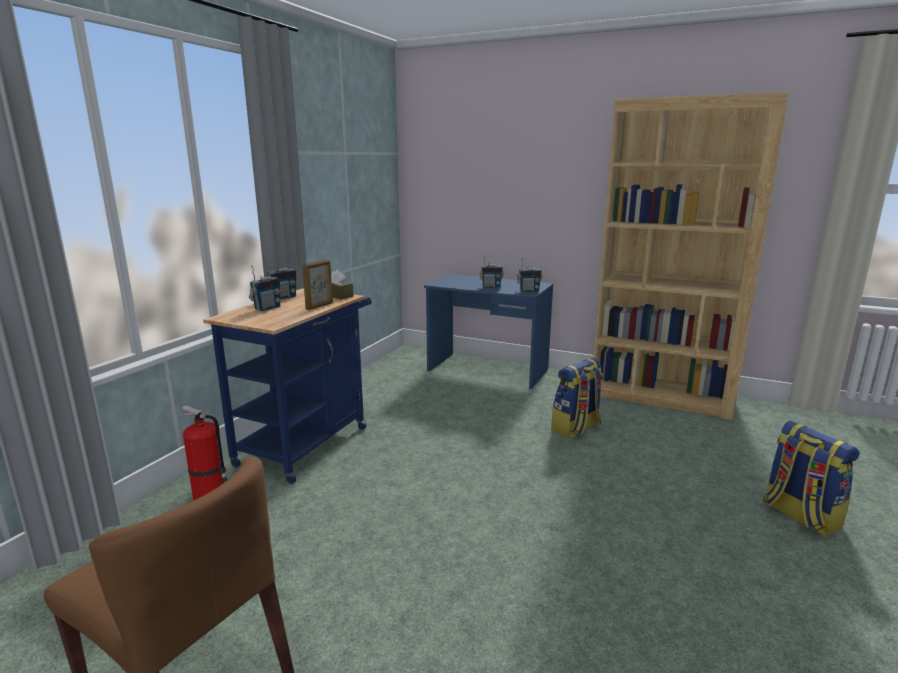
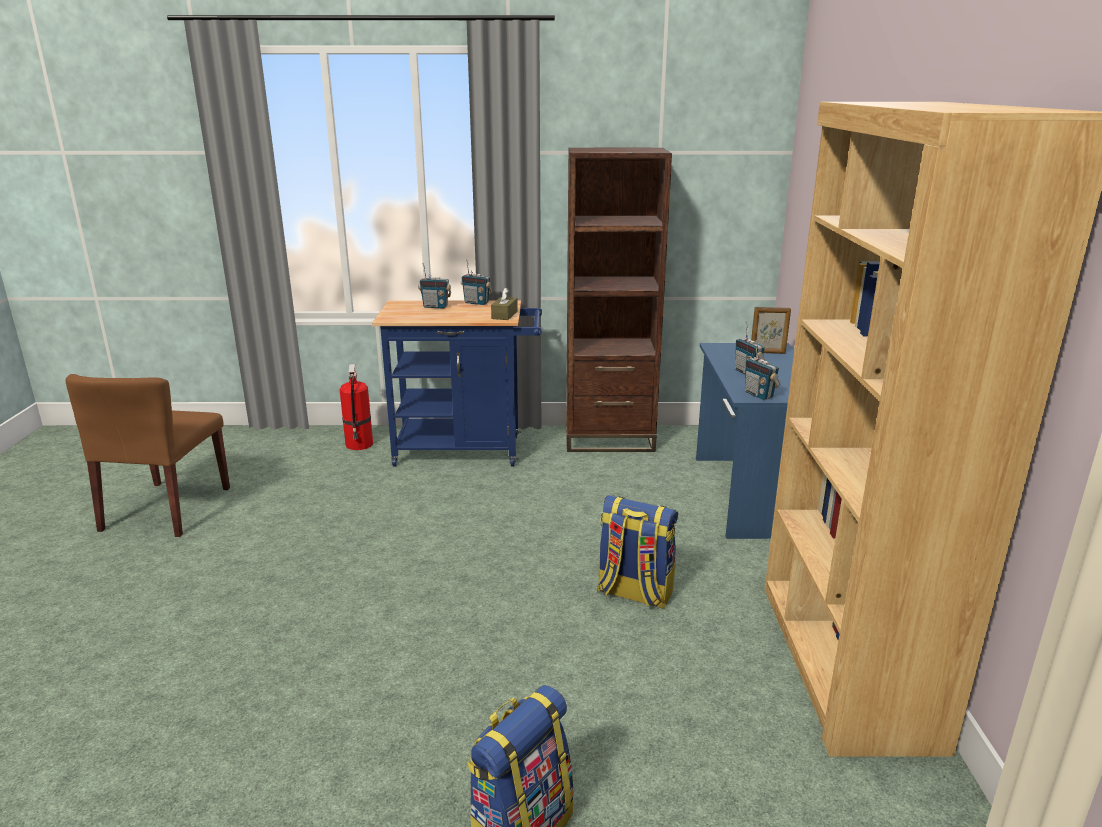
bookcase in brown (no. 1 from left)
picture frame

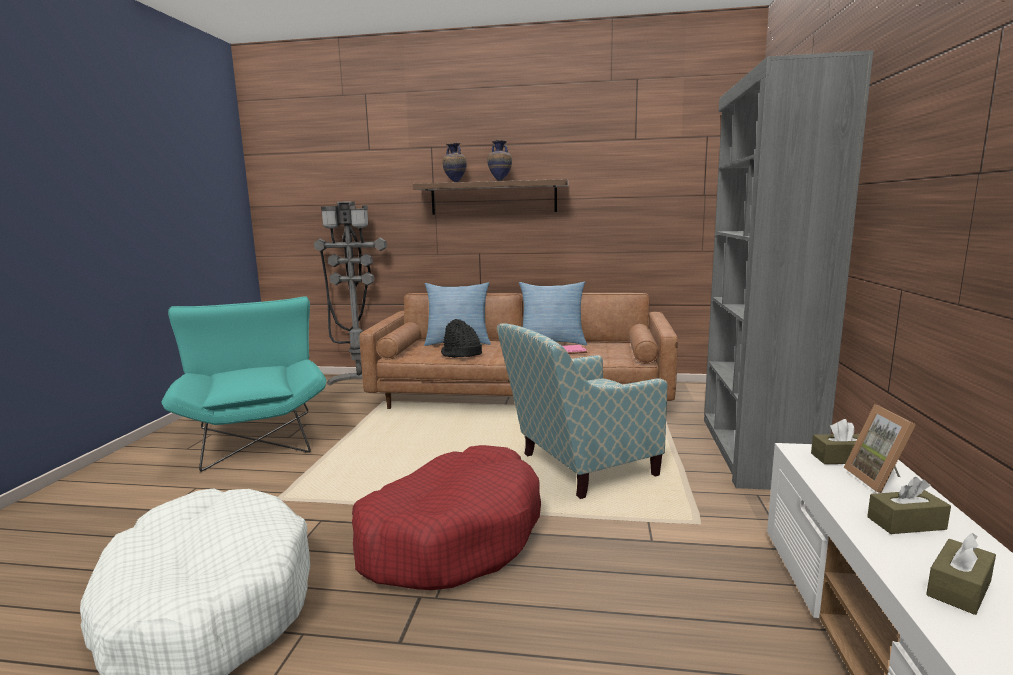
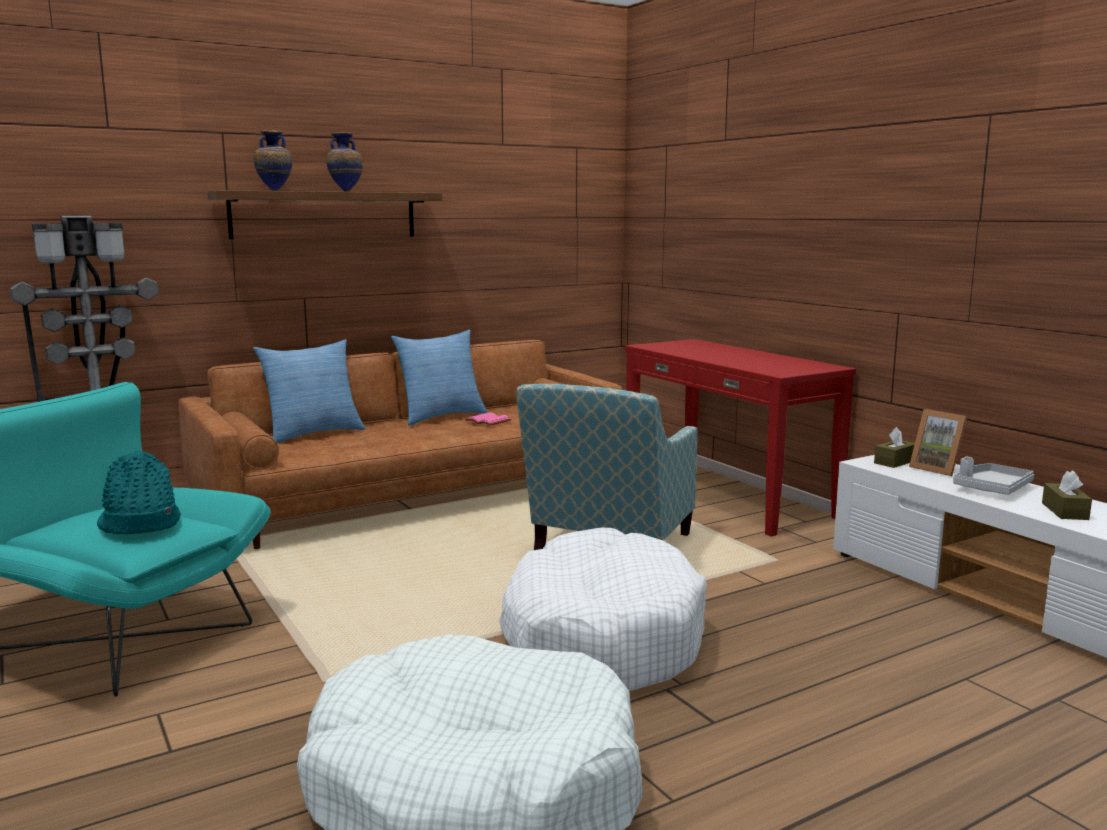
hat in turquoise
dog bed in white (no. 2 from left)
console table in red
tray in grey
hat in black

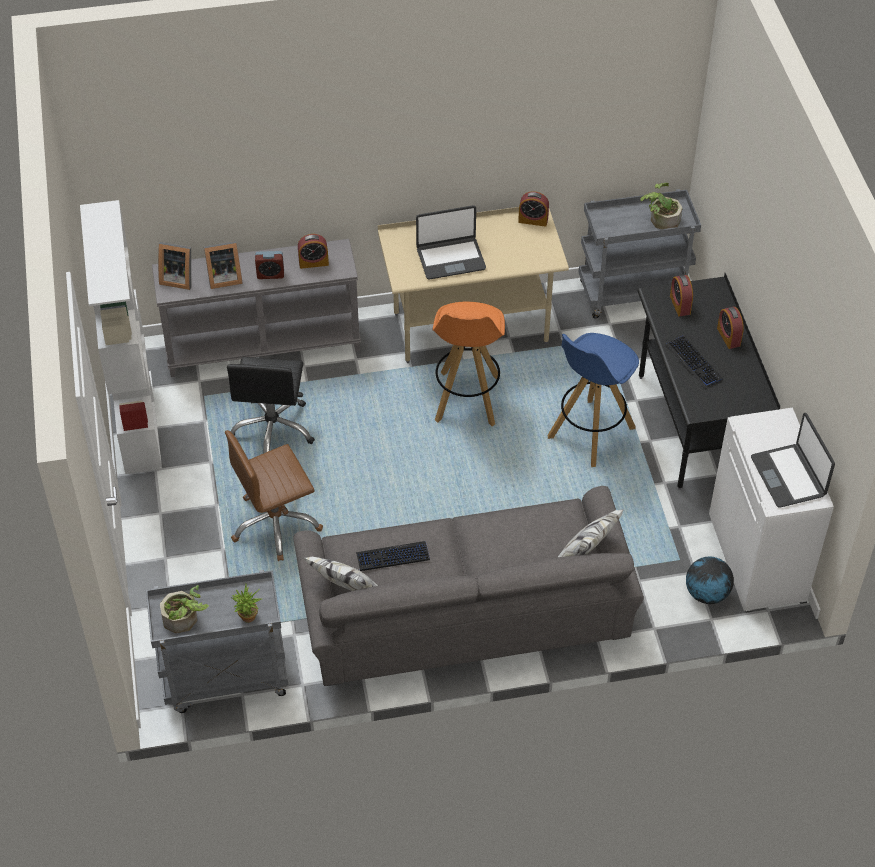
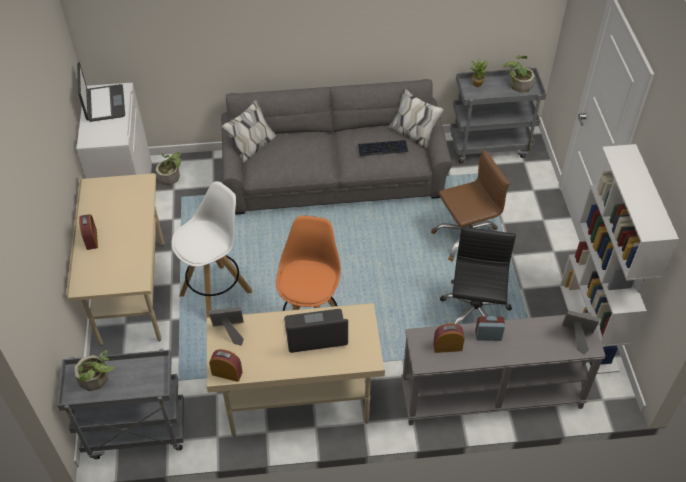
desk in beige (no. 1 from left)
potted plant (no. 2 from left)
stool in white
picture frame (no. 1 from left)
keyboard (no. 2 from left in the first image)
alarm clock (no. 4 from left in the first image)

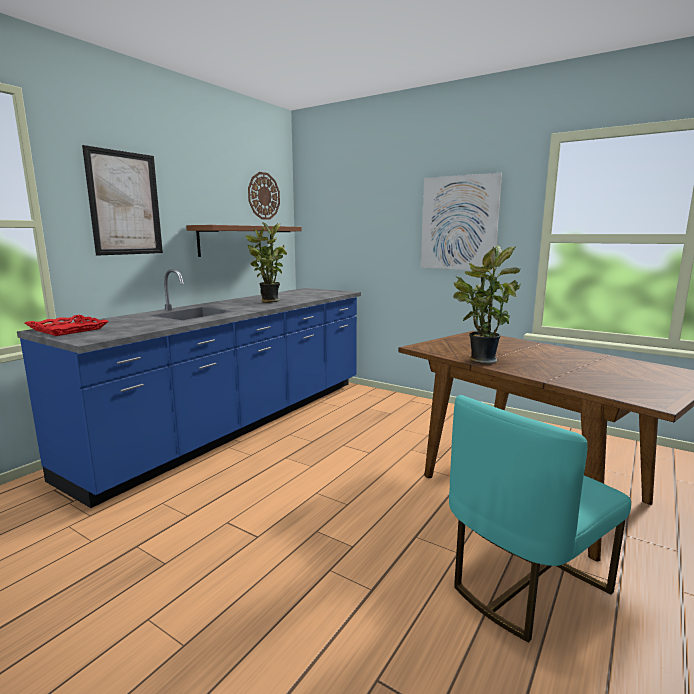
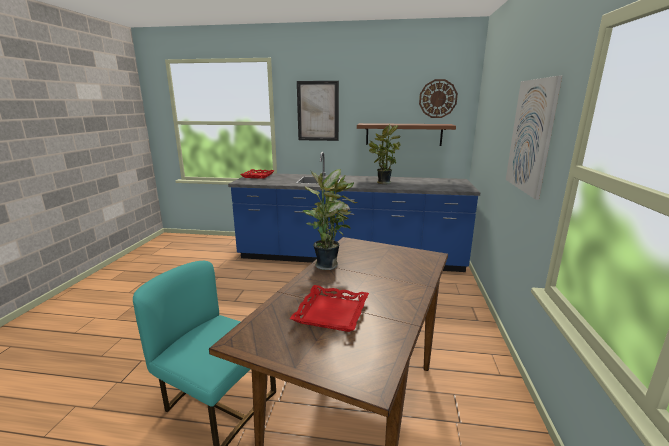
tray in red (no. 2 from left)

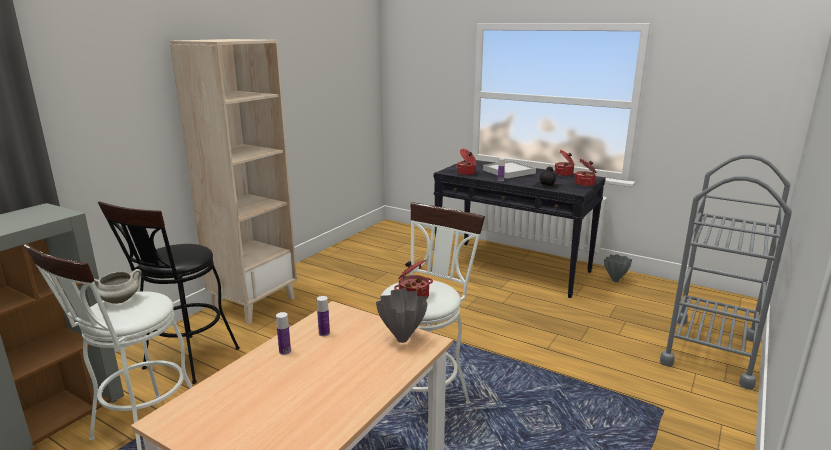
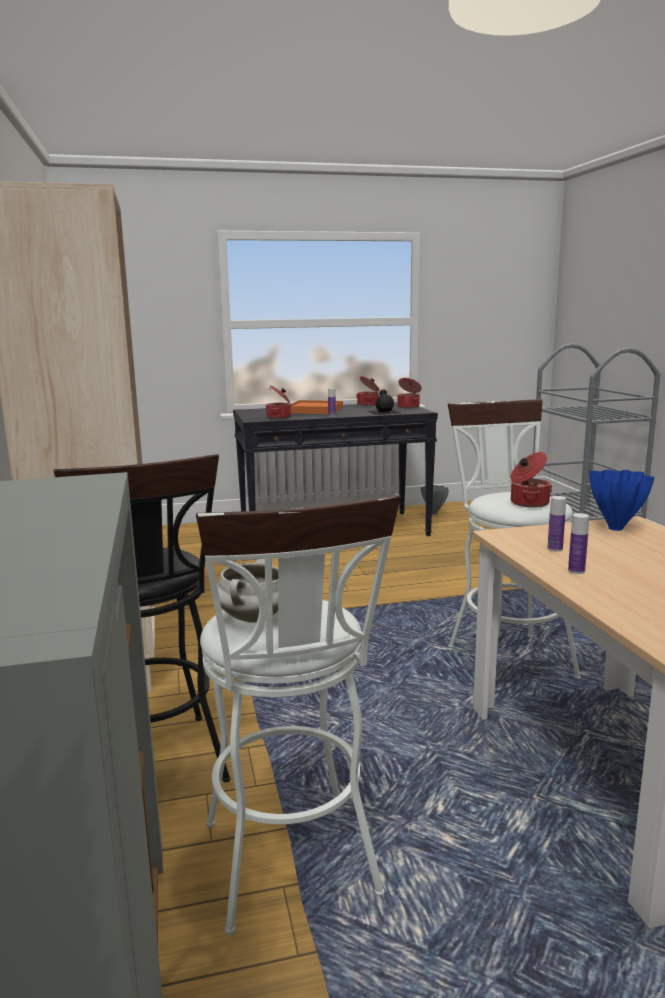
tray in orange
vase in blue

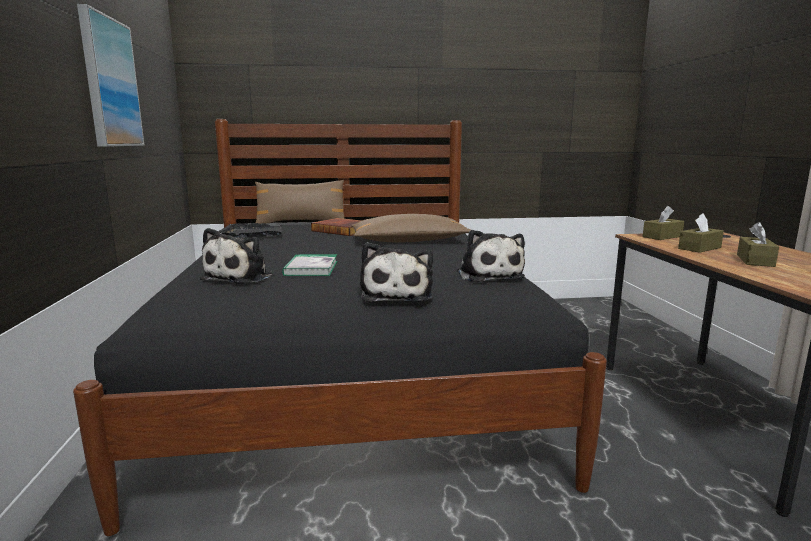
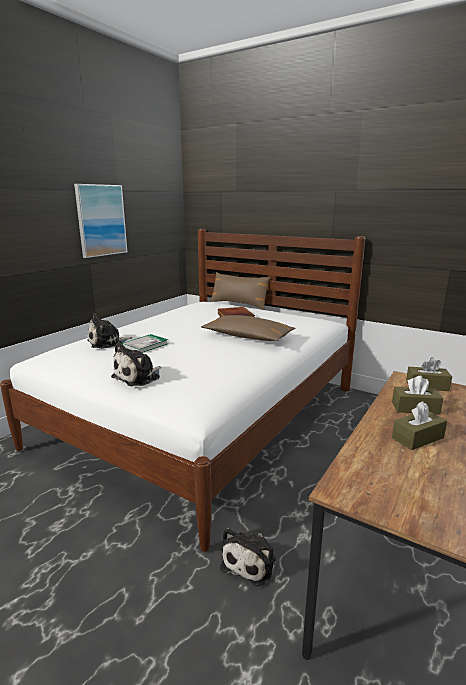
bed in white
plush toy (no. 3 from left)
tray in black

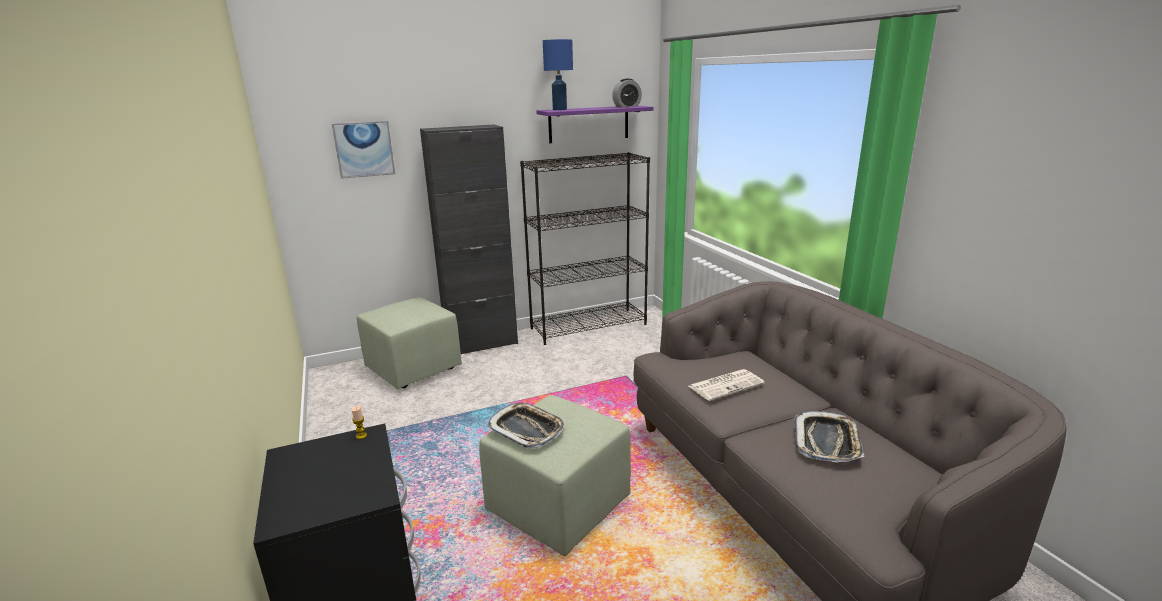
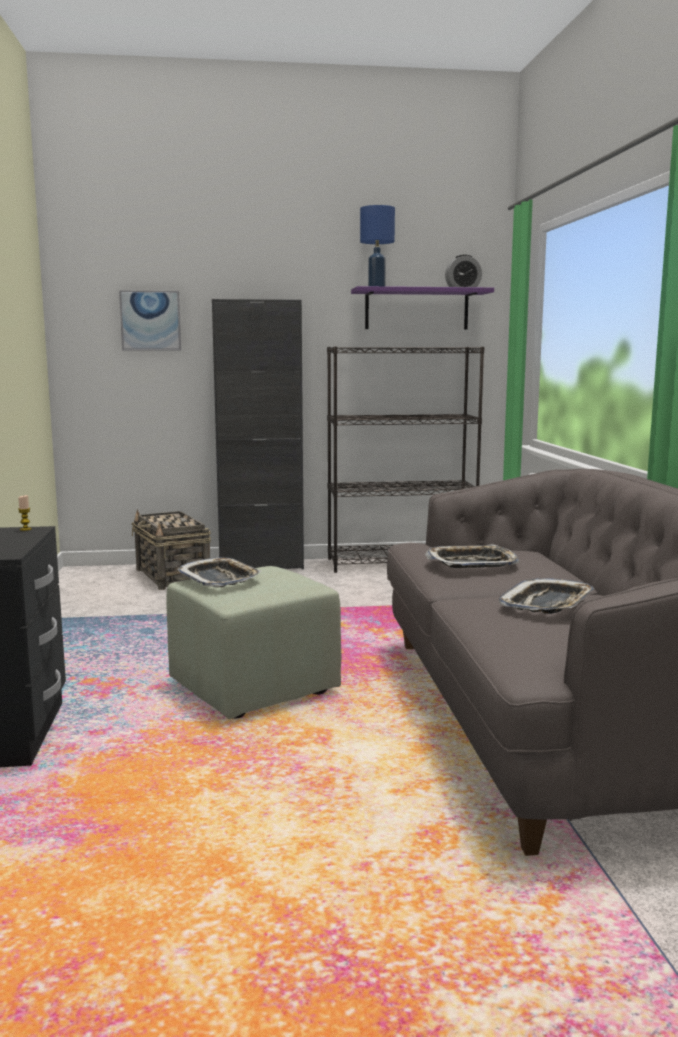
basket
tray (no. 2 from left)

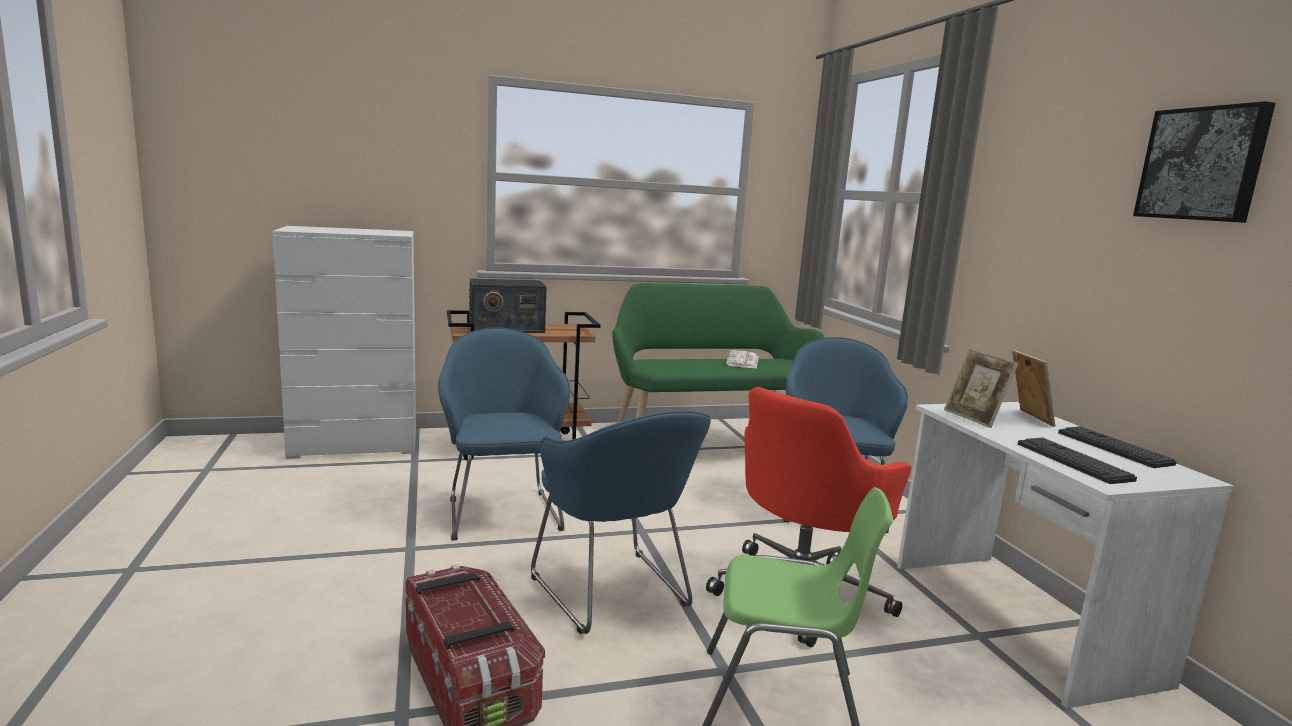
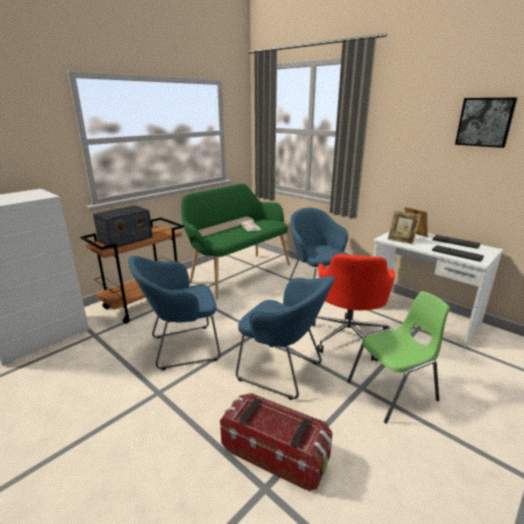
armchair in blue (no. 1 from left)

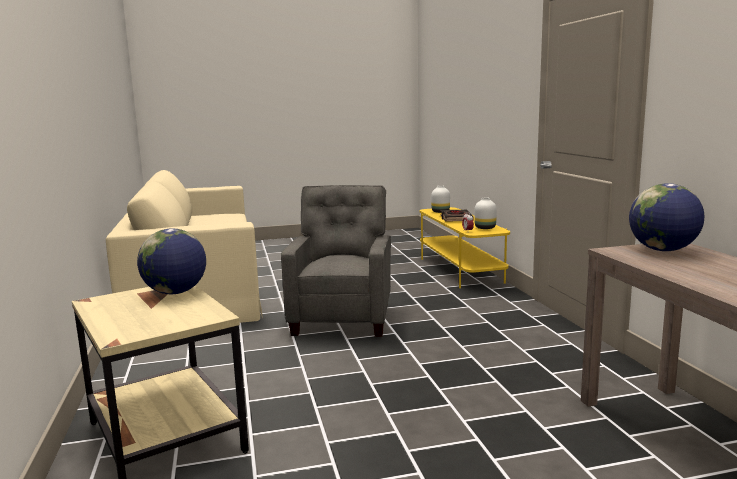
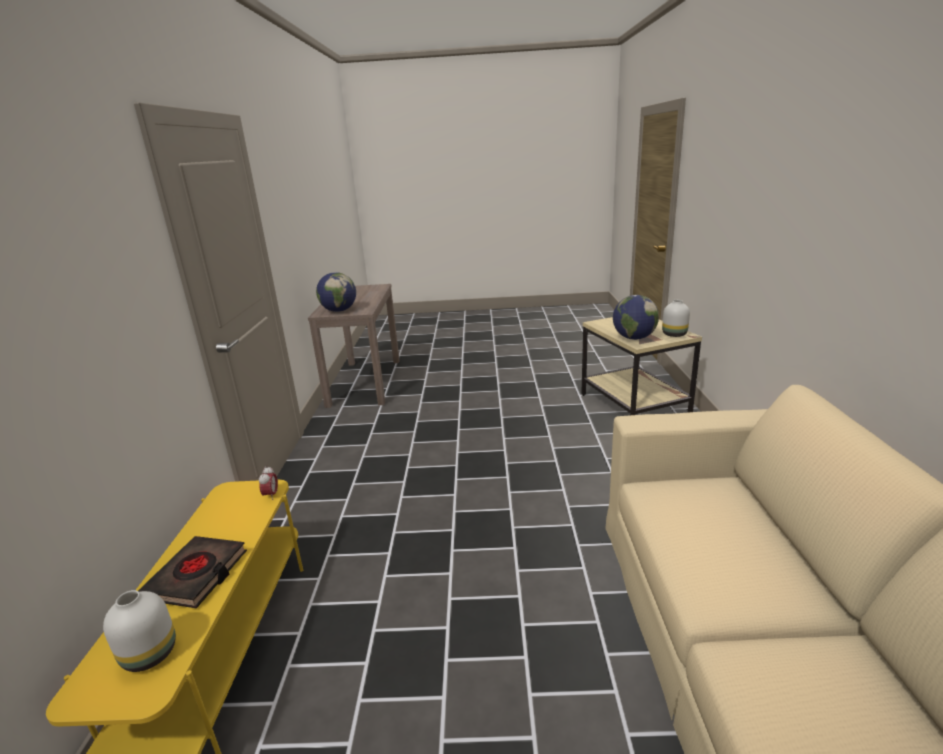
vase in white (no. 2 from left)
armchair in grey

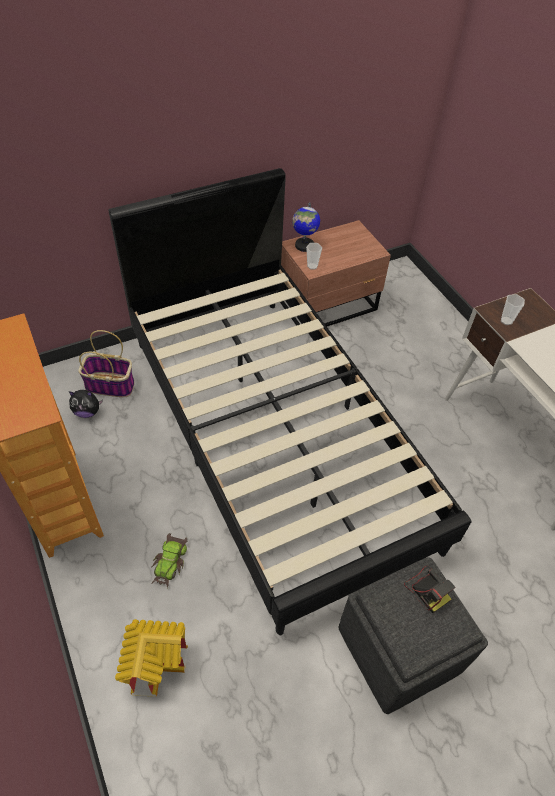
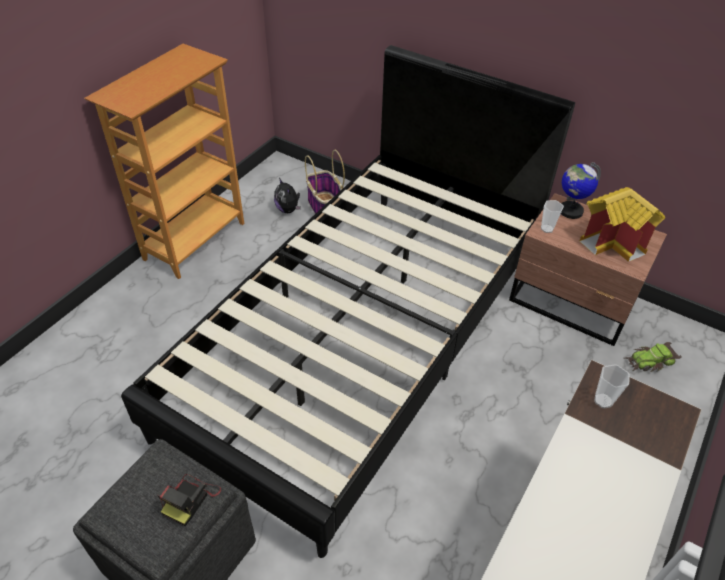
toy house
toy car

